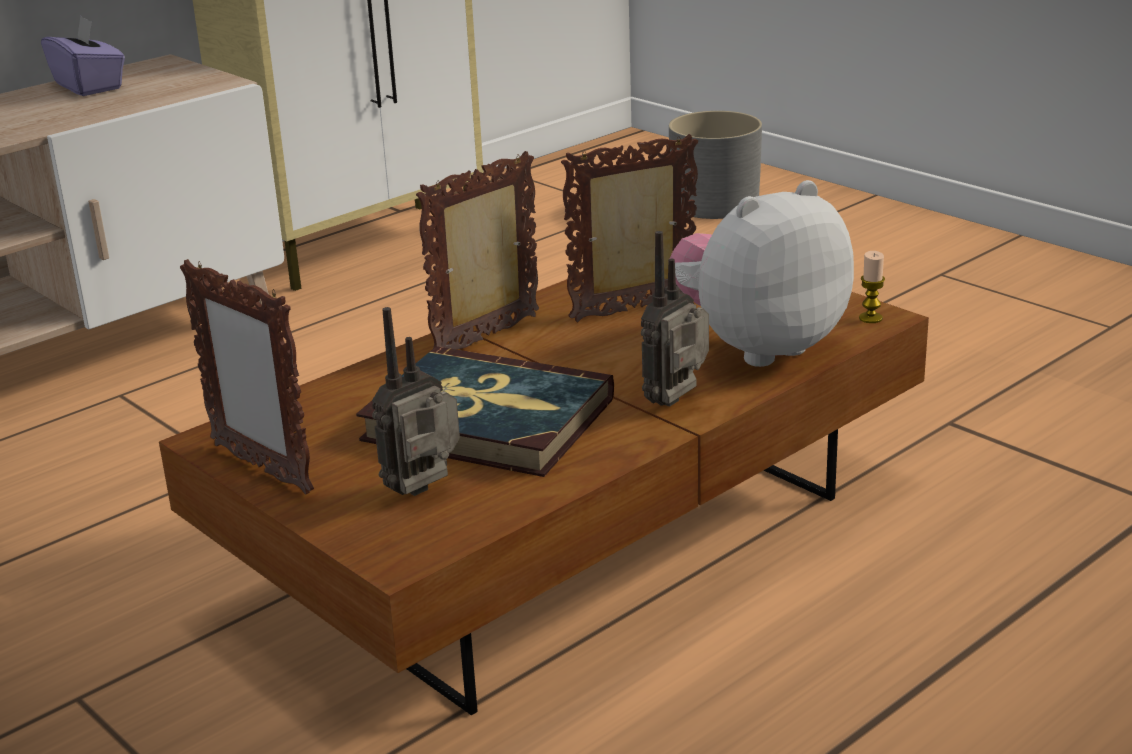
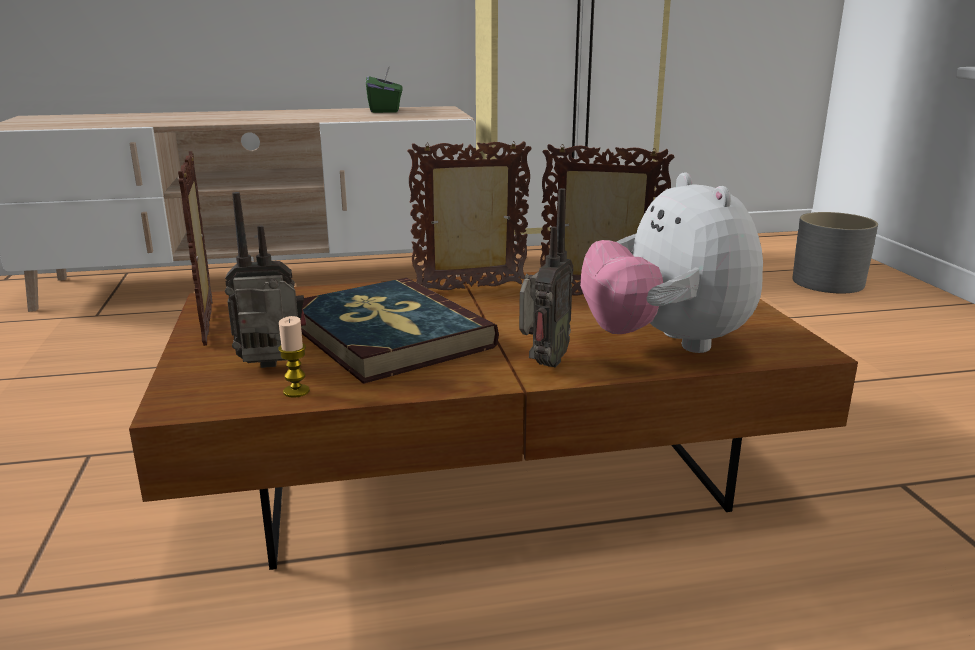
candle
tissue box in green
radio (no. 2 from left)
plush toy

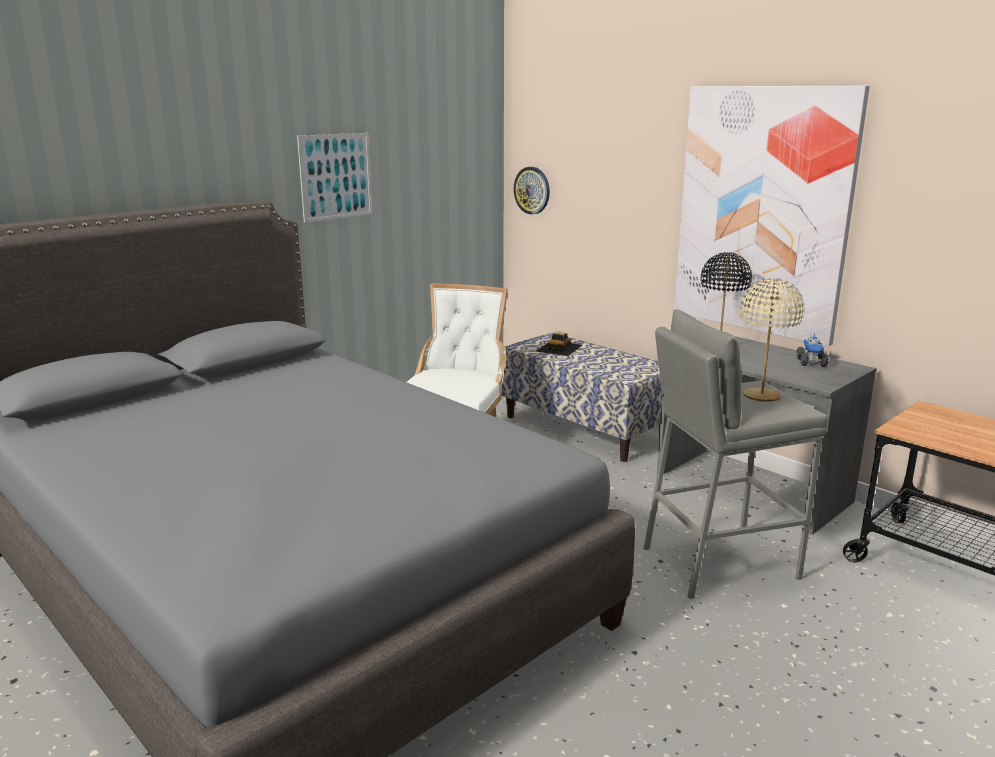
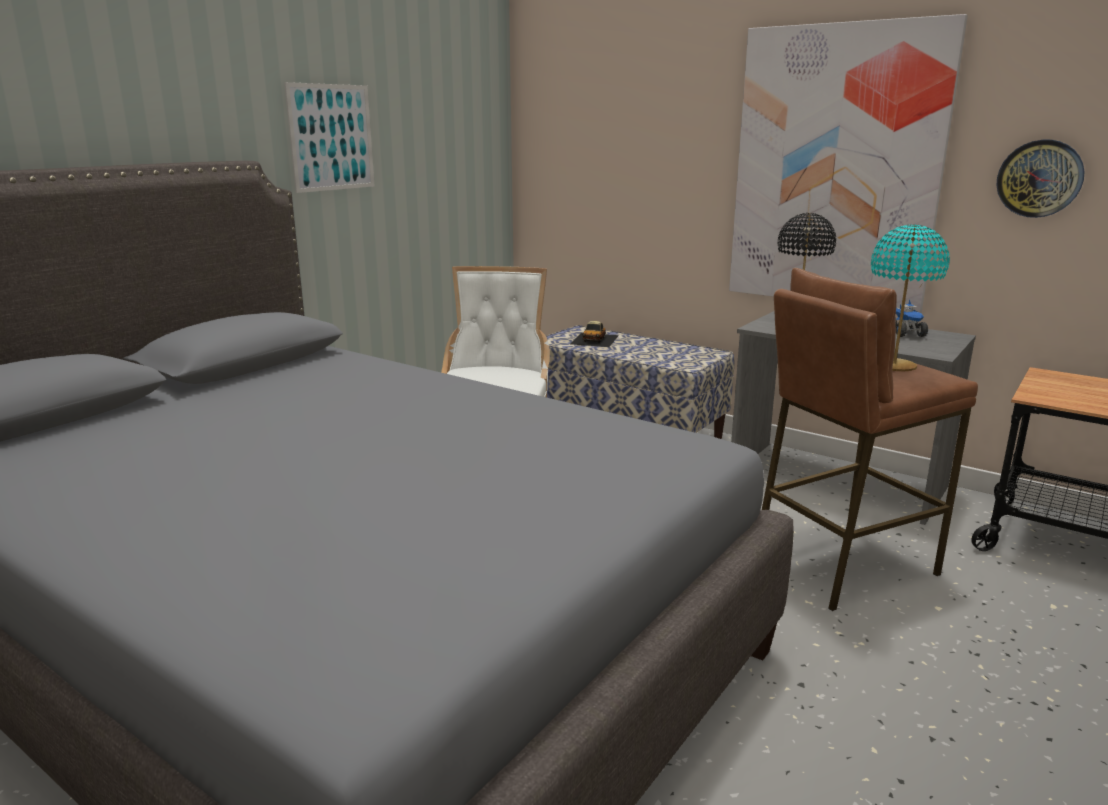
stool in brown
table lamp in turquoise
wall clock

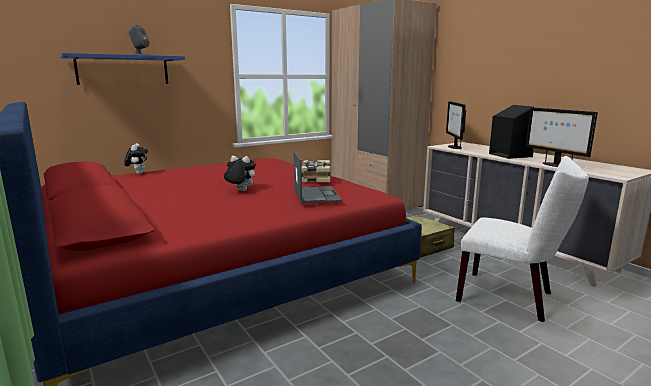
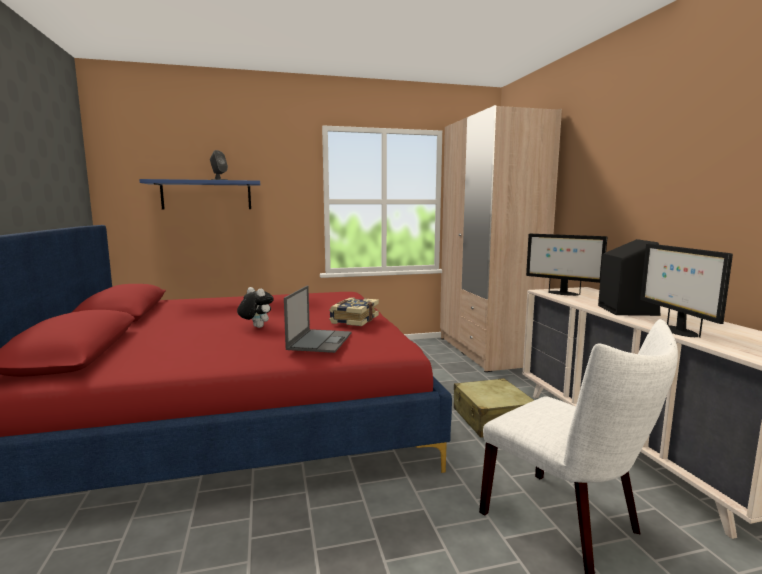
monitor (no. 1 from left)
plush toy (no. 1 from left in the first image)

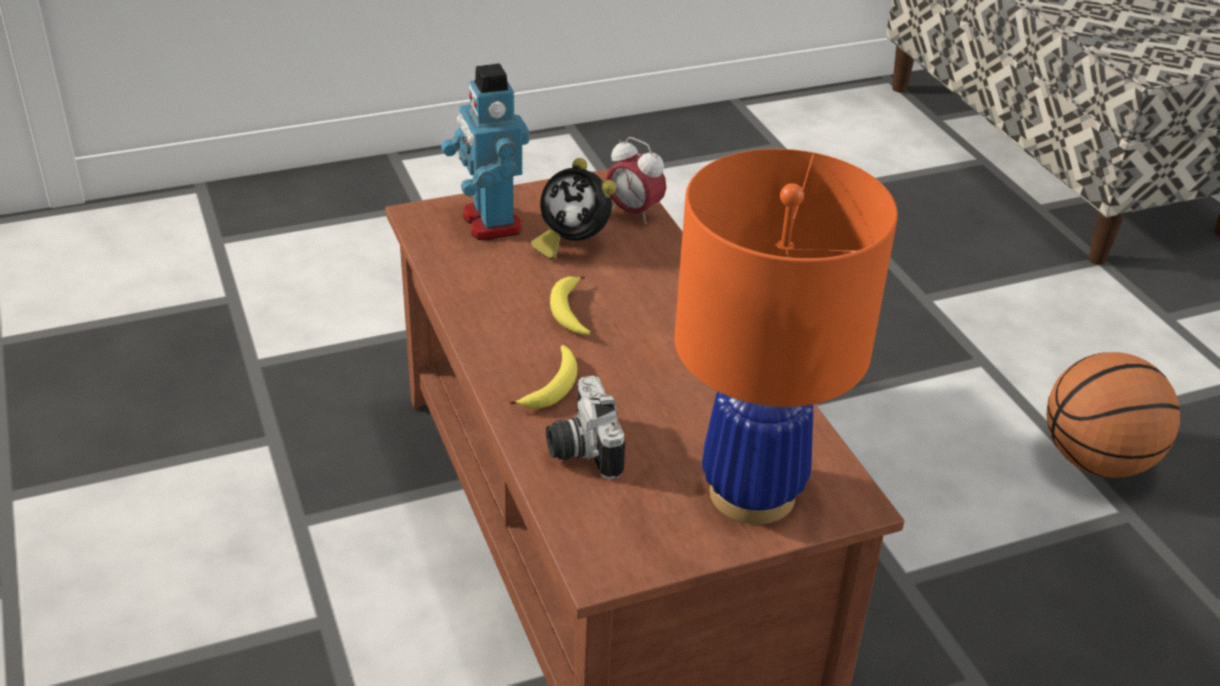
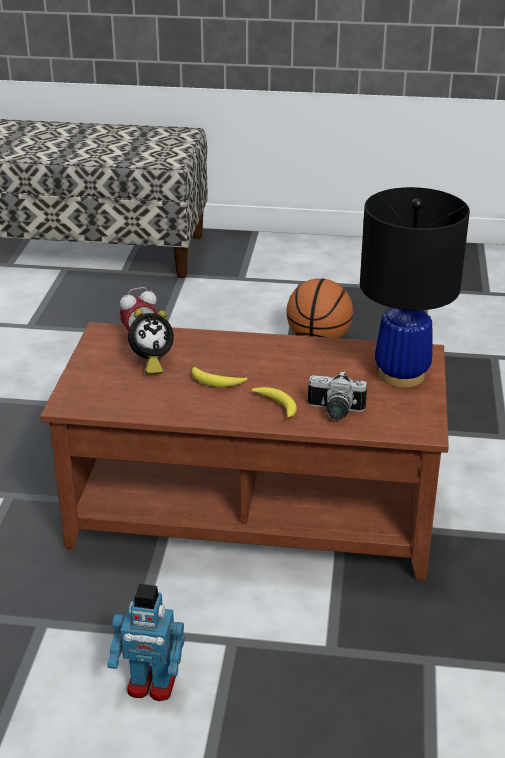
toy robot
table lamp in black

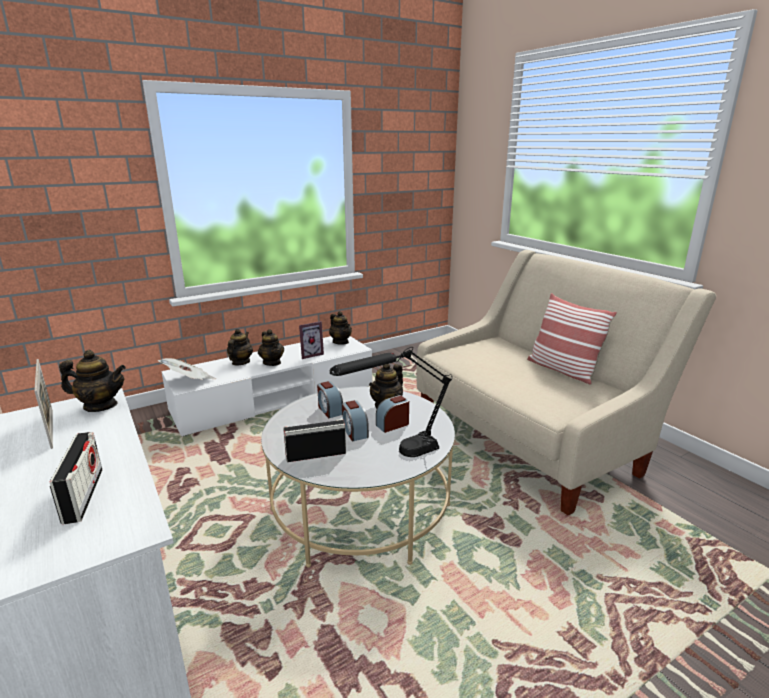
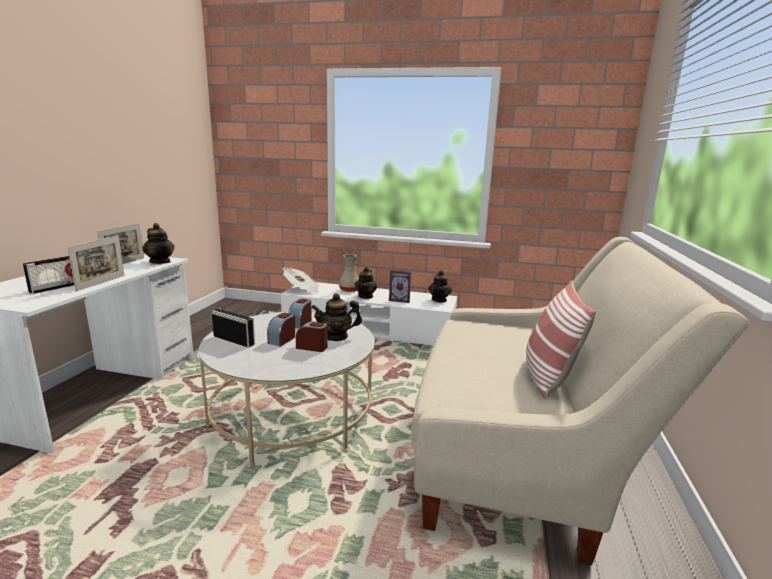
picture frame (no. 1 from left)
vase in beige
table lamp in black

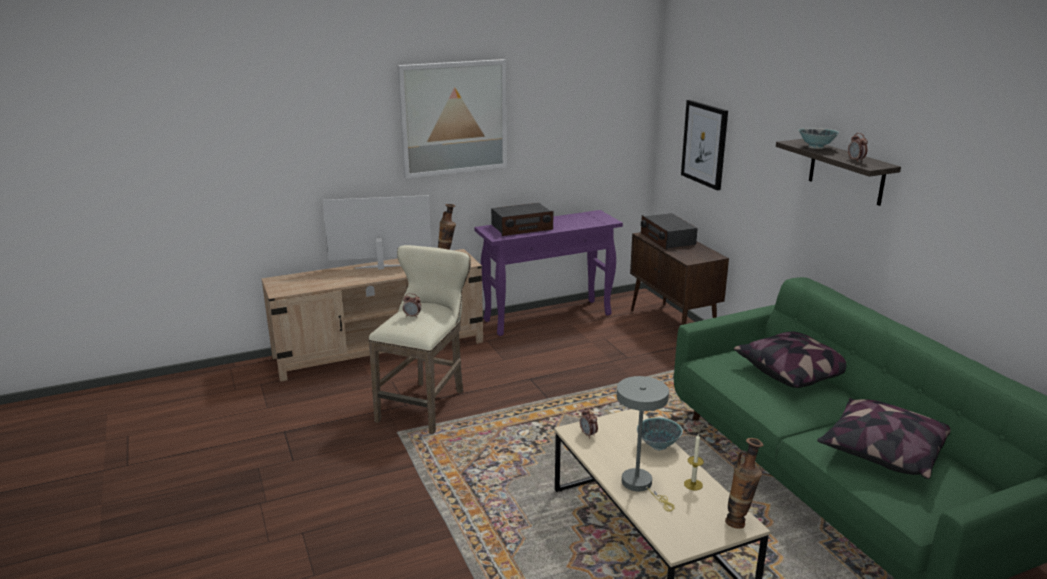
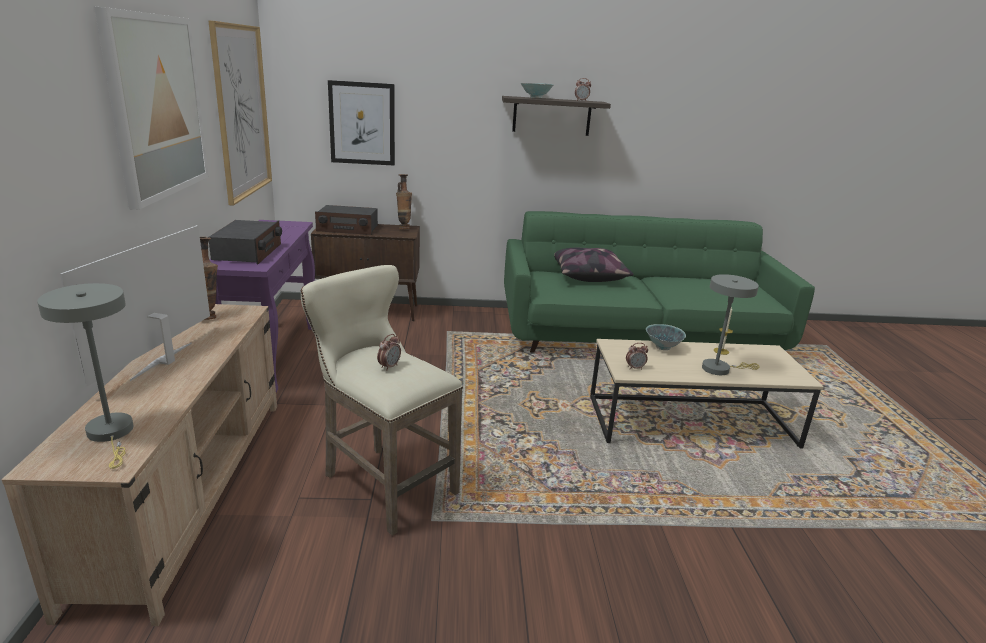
table lamp in grey (no. 1 from left)
picture (no. 2 from left)
vase (no. 2 from left)
pillow (no. 2 from left in the first image)

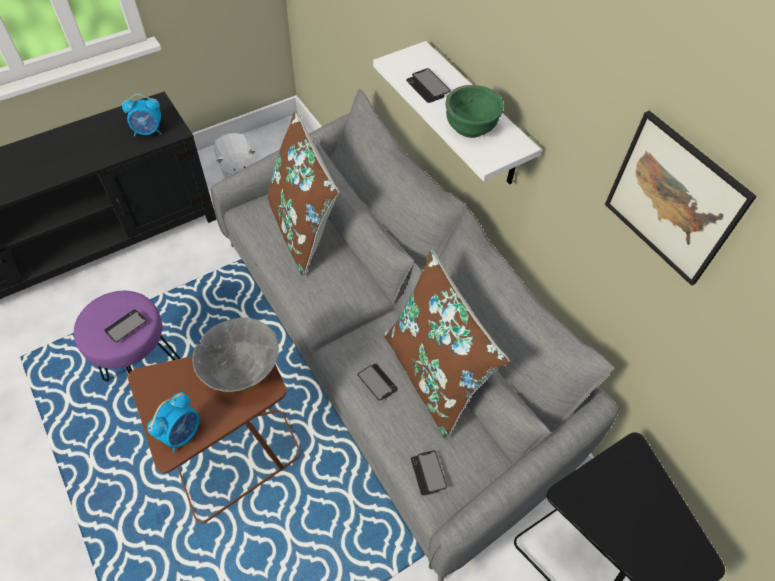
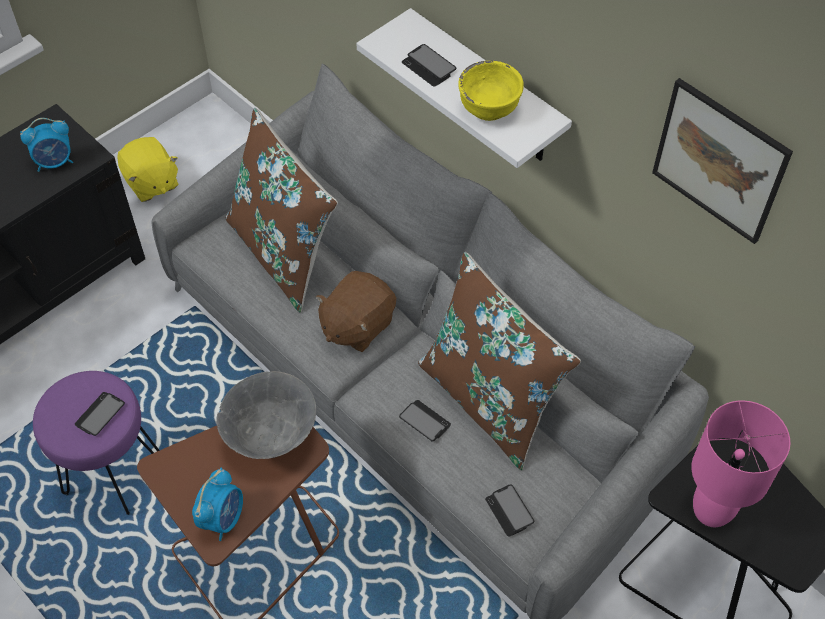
plush toy in yellow
plush toy in brown
bowl in yellow
table lamp in pink

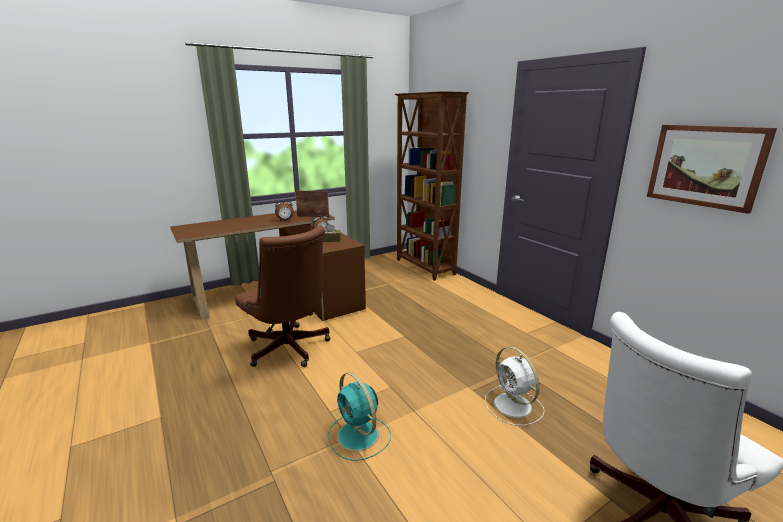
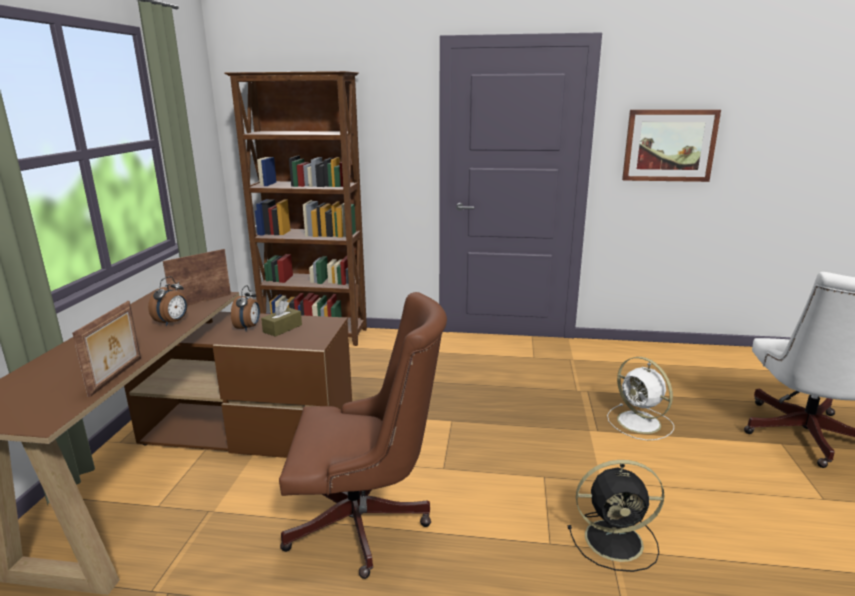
picture frame (no. 1 from left)
fan in black
fan in white

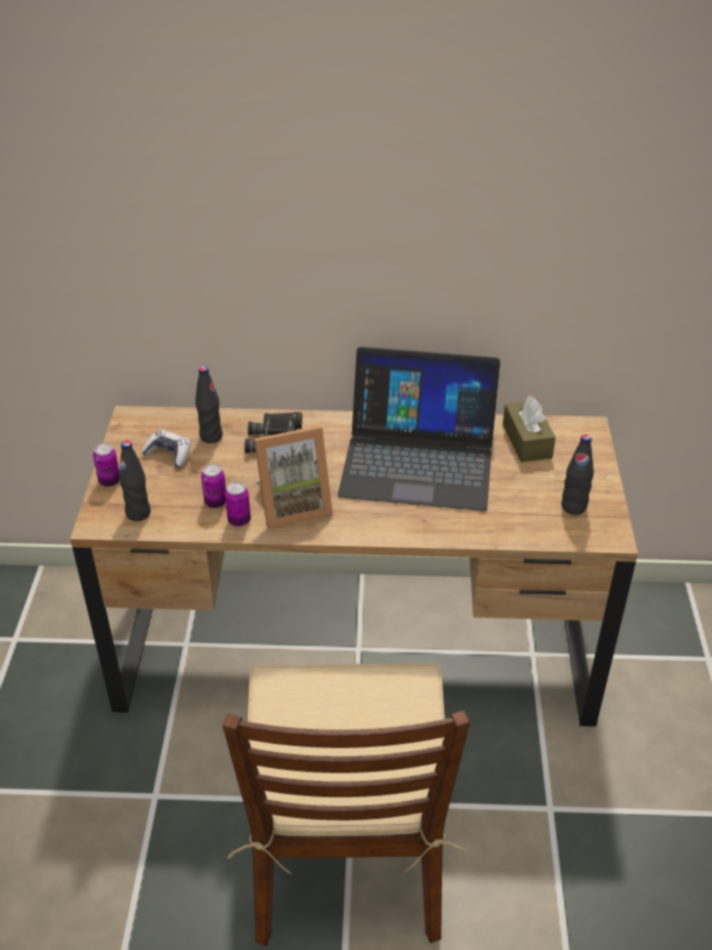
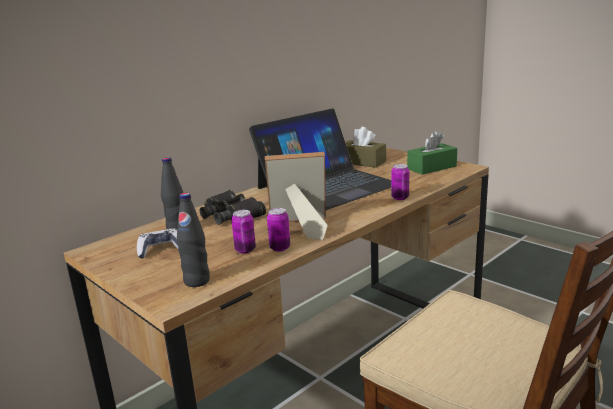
picture frame
can (no. 3 from left)
tissue box in green

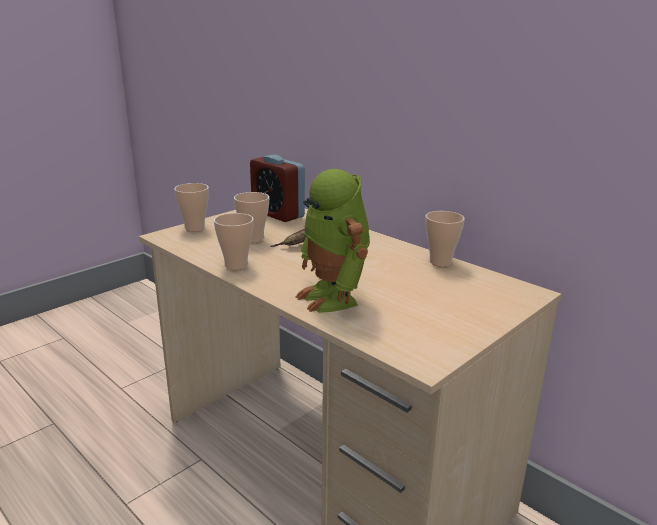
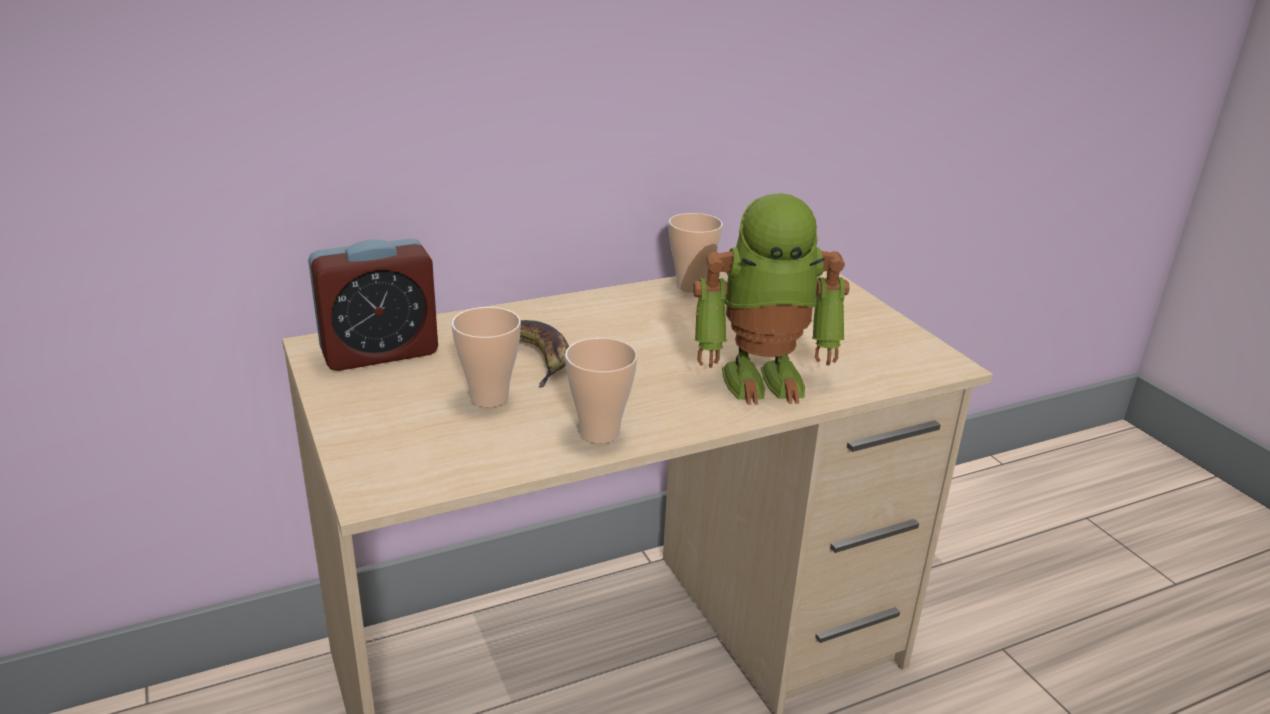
cup (no. 1 from left in the first image)

